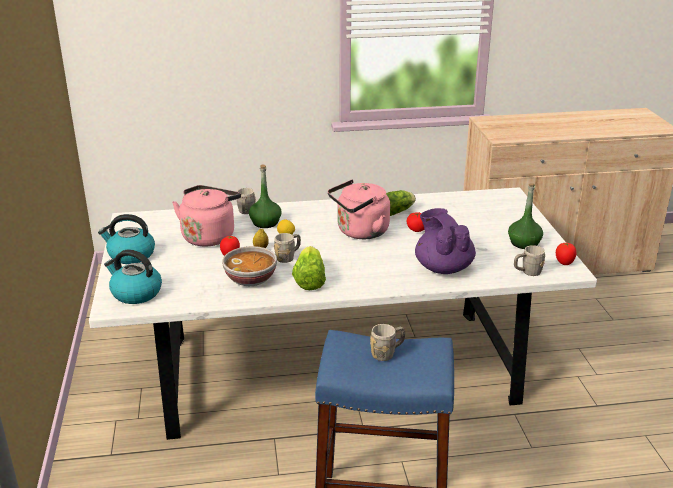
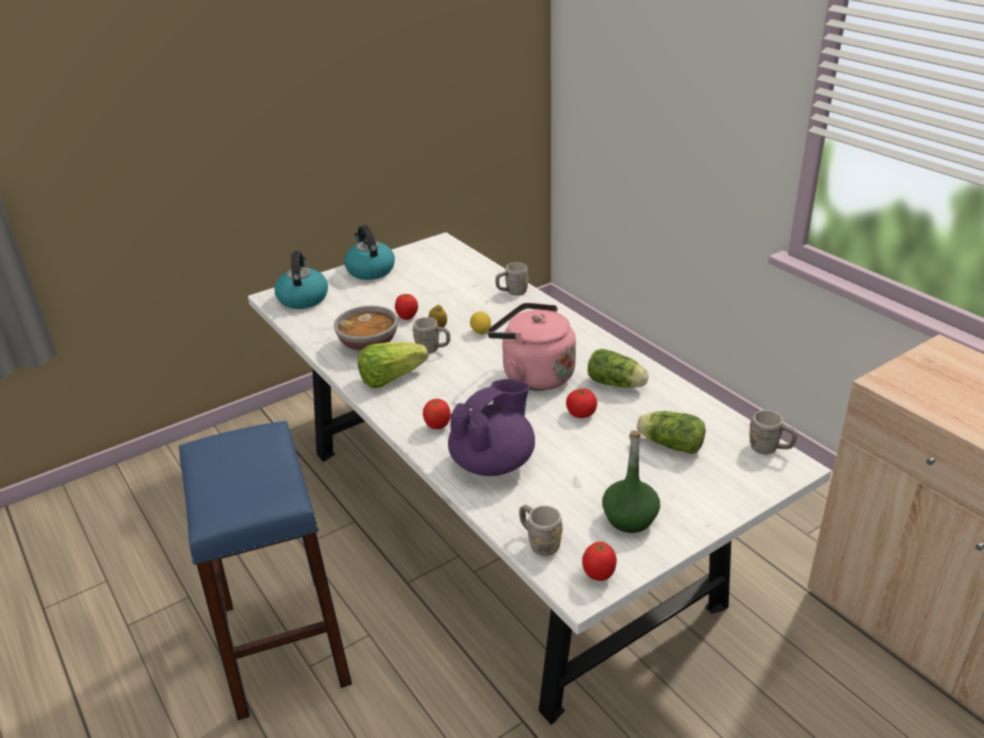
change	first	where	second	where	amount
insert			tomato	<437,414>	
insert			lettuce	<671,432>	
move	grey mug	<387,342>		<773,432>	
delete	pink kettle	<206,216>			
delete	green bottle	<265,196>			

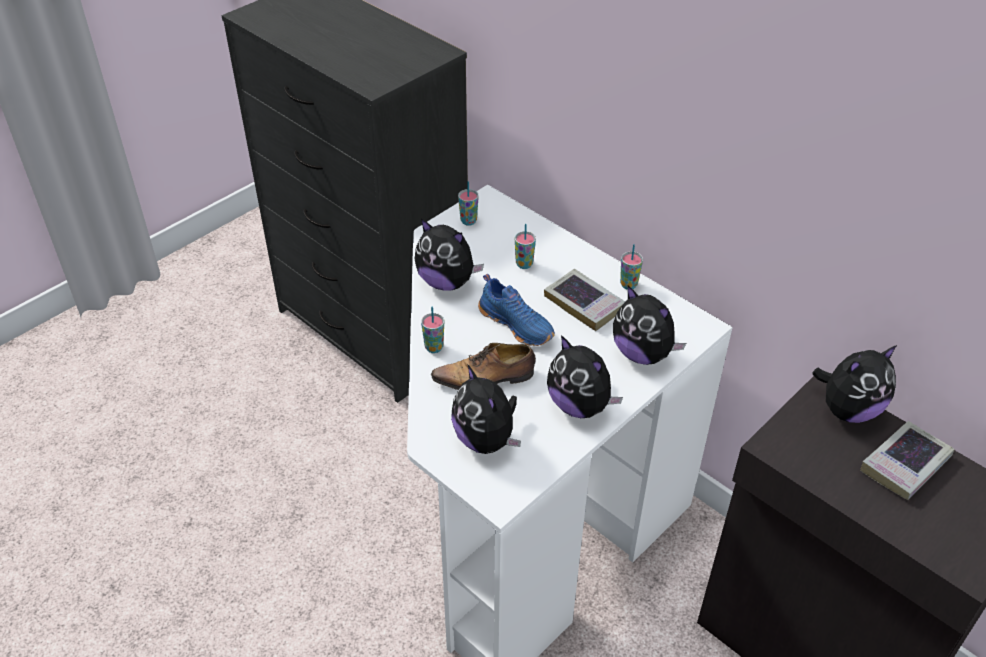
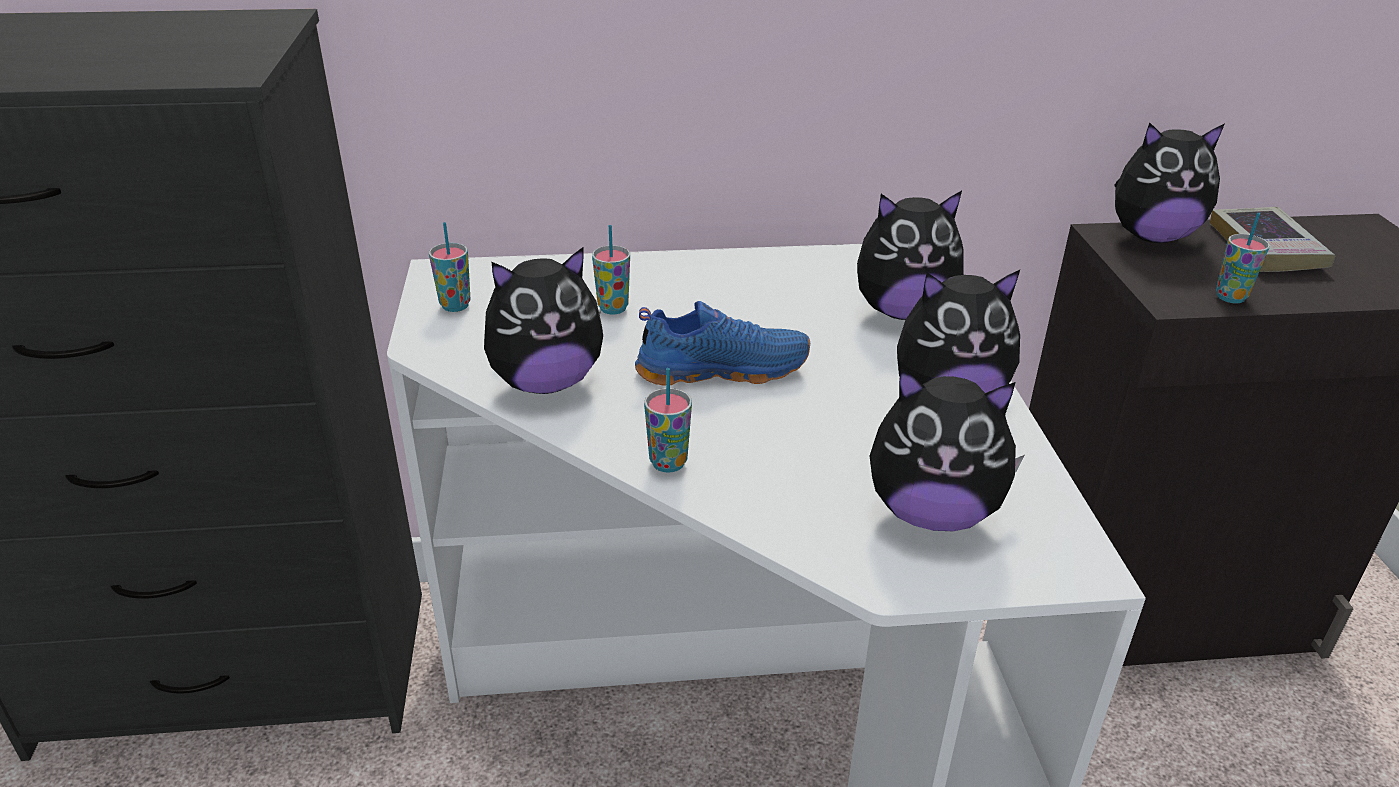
change	first	where	second	where	amount
rotate	plush toy	<854,384>		<1169,182>	75 degrees clockwise
move	cup	<631,267>		<1243,258>	
delete	shoe	<483,366>			
delete	book	<584,300>			

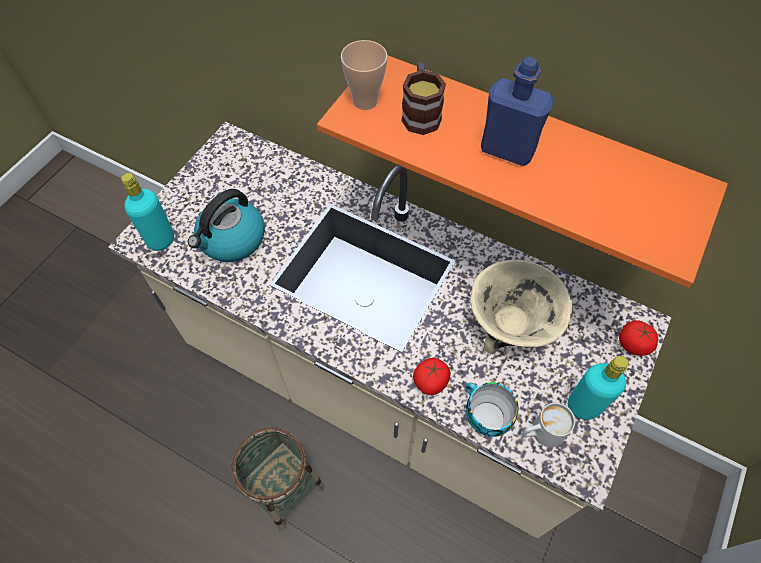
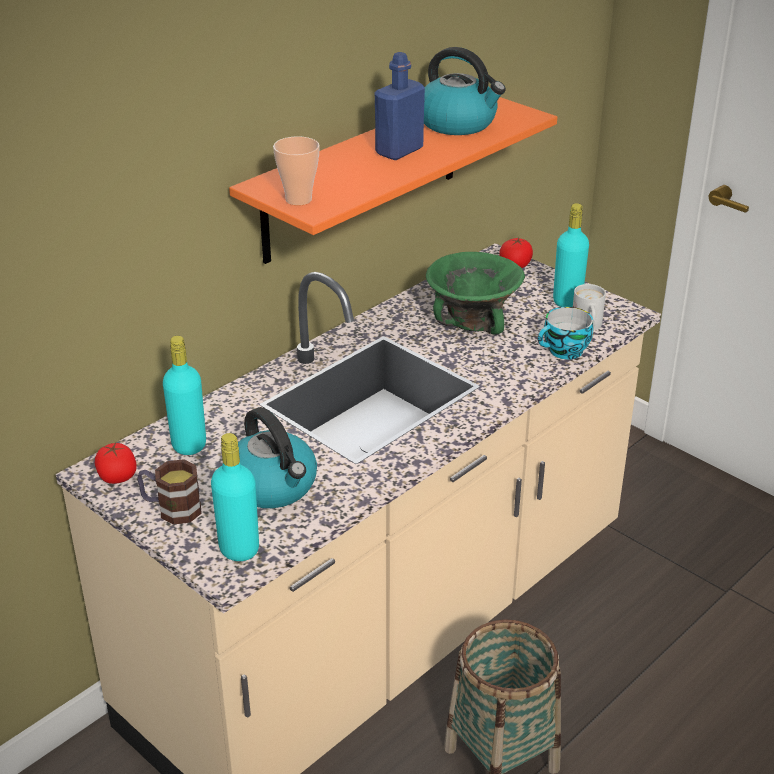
change	first	where	second	where	amount
move	tomato	<432,376>		<116,463>	
move	mug	<423,99>		<169,492>	
insert			turquoise bottle	<184,395>	
insert			kettle	<465,91>	
recolor	beige bowl	<521,307>	green bowl	<475,293>	

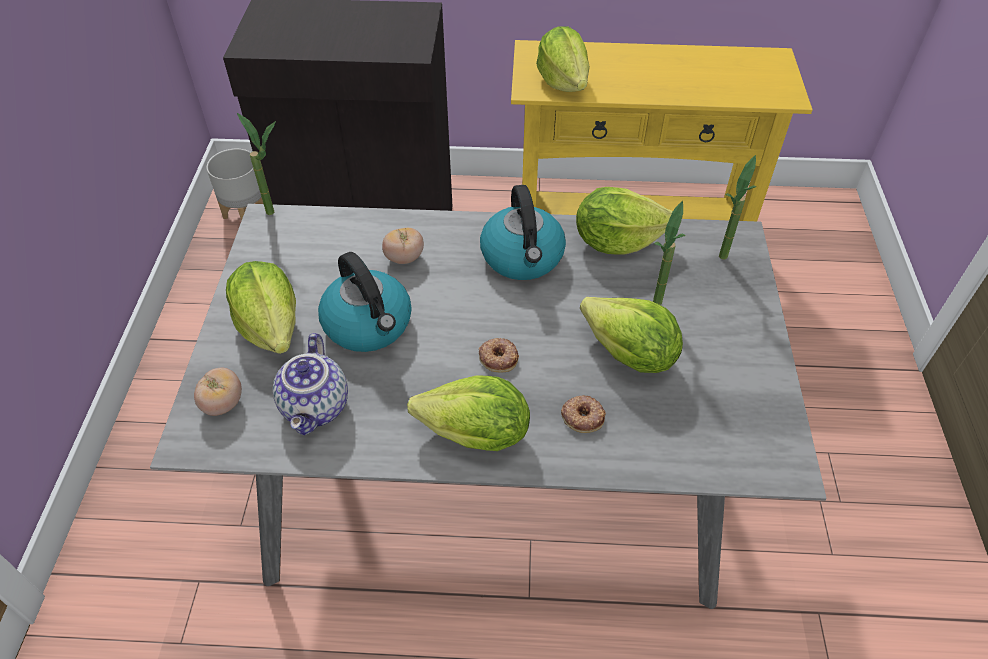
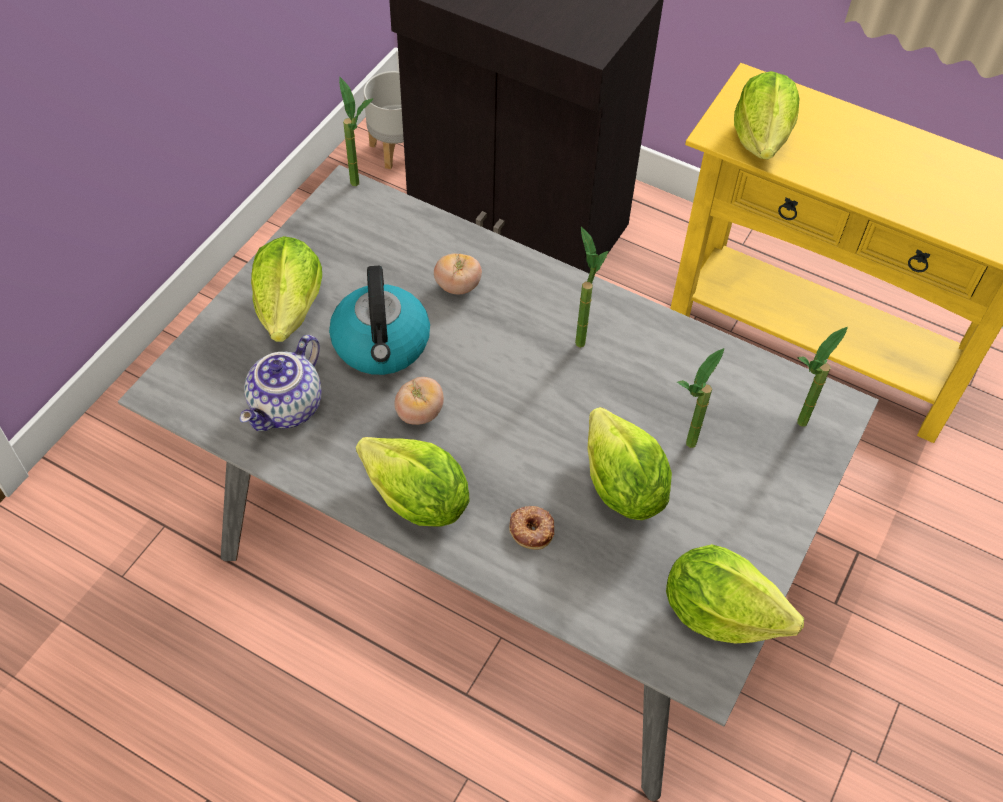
change	first	where	second	where	amount
move	tomato	<218,392>		<419,401>	
replace	kettle	<523,232>	potted plant	<591,287>	
move	lettuce	<624,221>		<735,594>	
delete	donut	<499,355>			

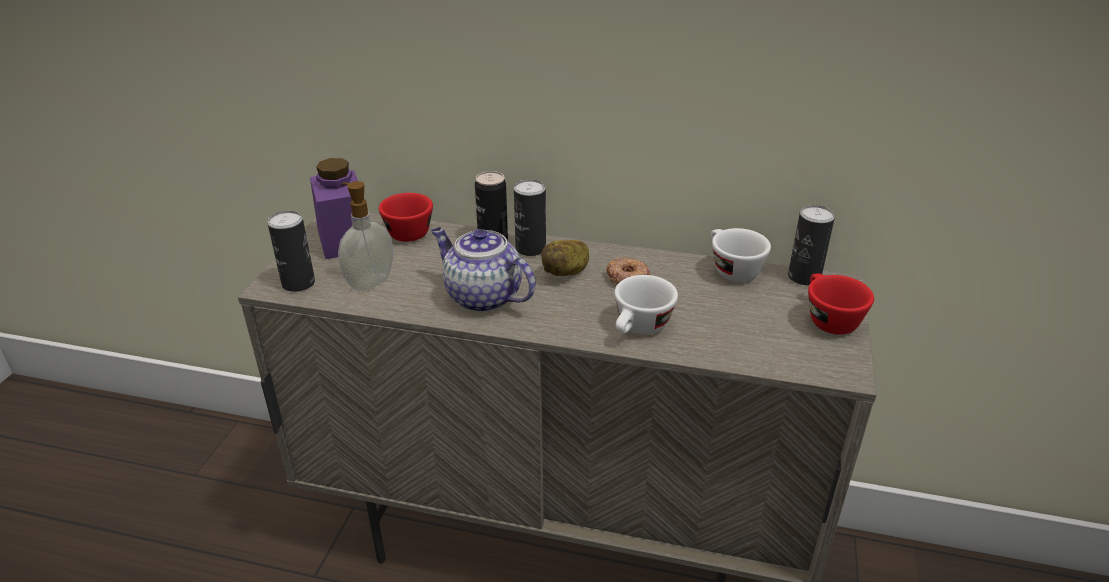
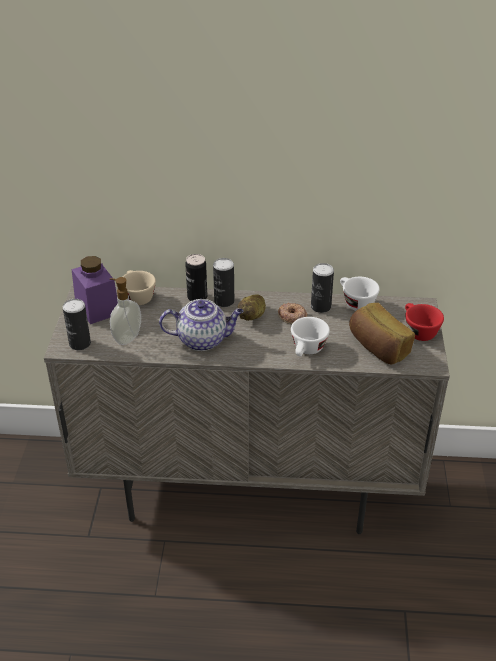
change	first	where	second	where	amount
recolor	red cup	<406,217>	beige cup	<139,287>	
rotate	teapot	<483,270>		<201,325>	150 degrees clockwise
move	can	<811,245>		<322,288>	
insert			bread	<382,333>	

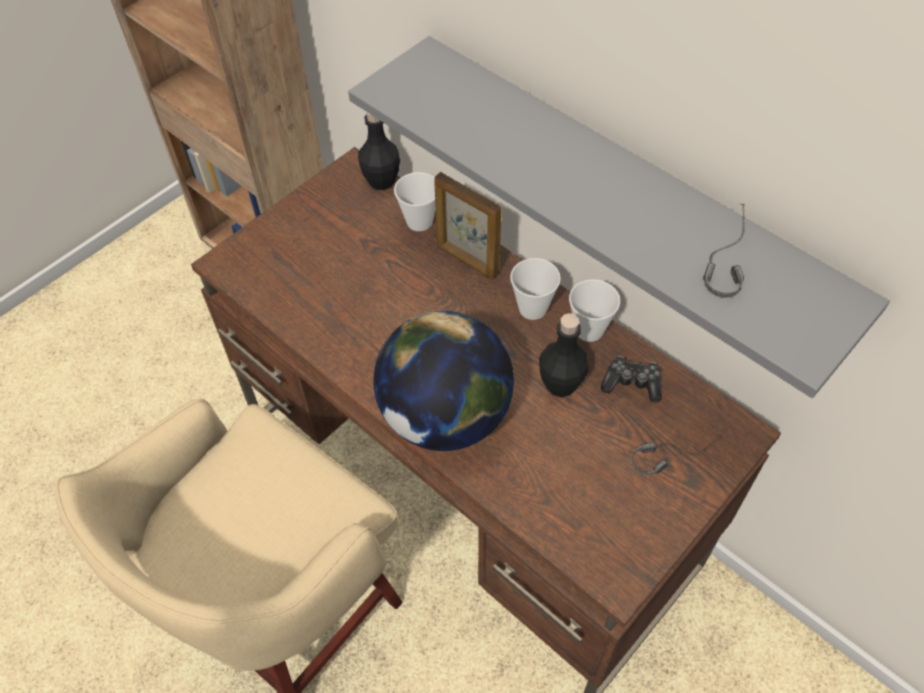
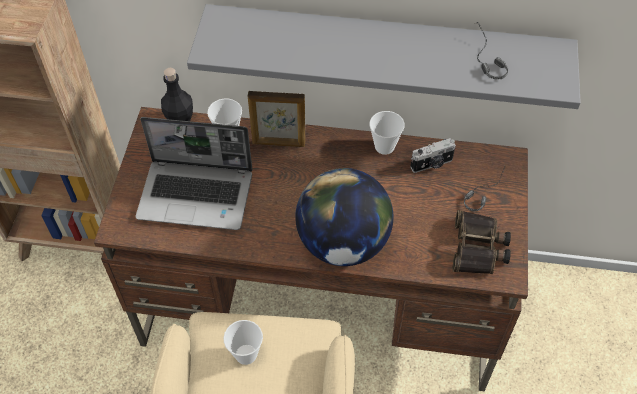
change	first	where	second	where	amount
insert			laptop	<194,173>	
move	cup	<535,289>		<243,342>	
replace	game controller	<631,379>	photo camera	<433,155>	
insert			binoculars	<482,242>	
delete	black bottle	<564,355>			

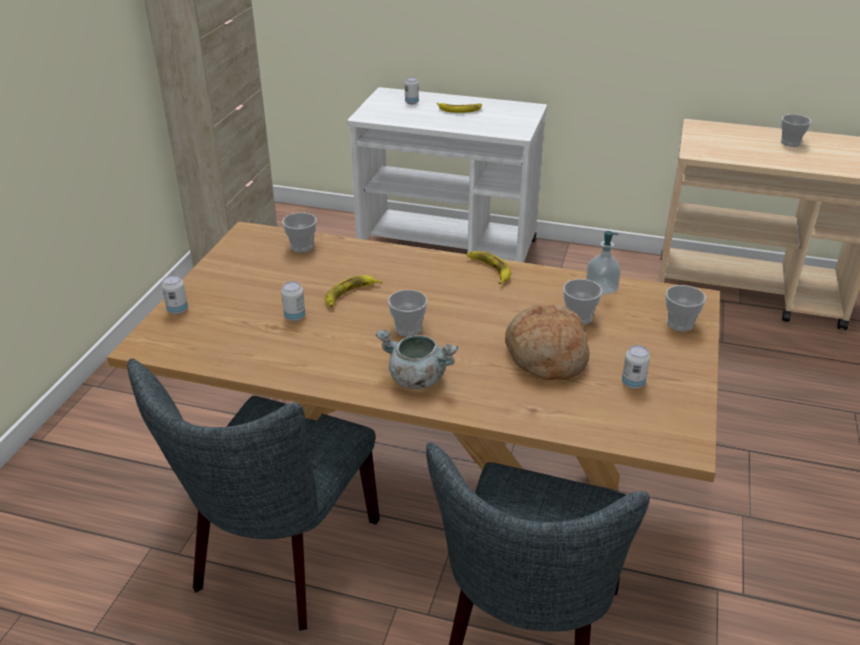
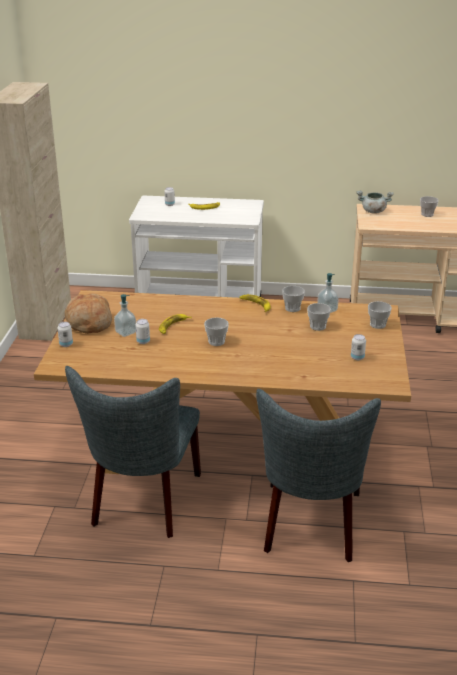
change	first	where	second	where	amount
move	bread	<547,342>		<88,313>	
insert			soap dispenser	<125,315>	
move	cup	<299,232>		<293,299>	
move	grey cooking pot	<417,359>		<374,202>	

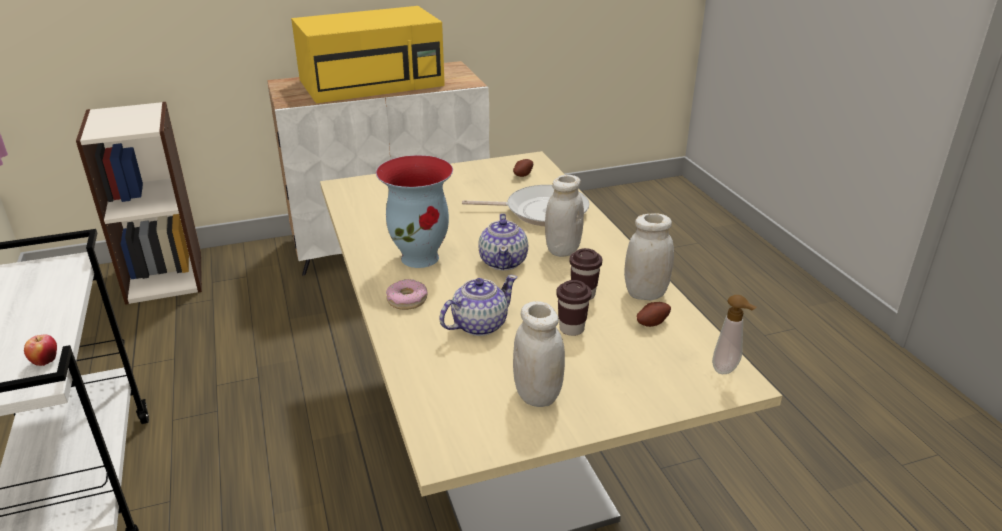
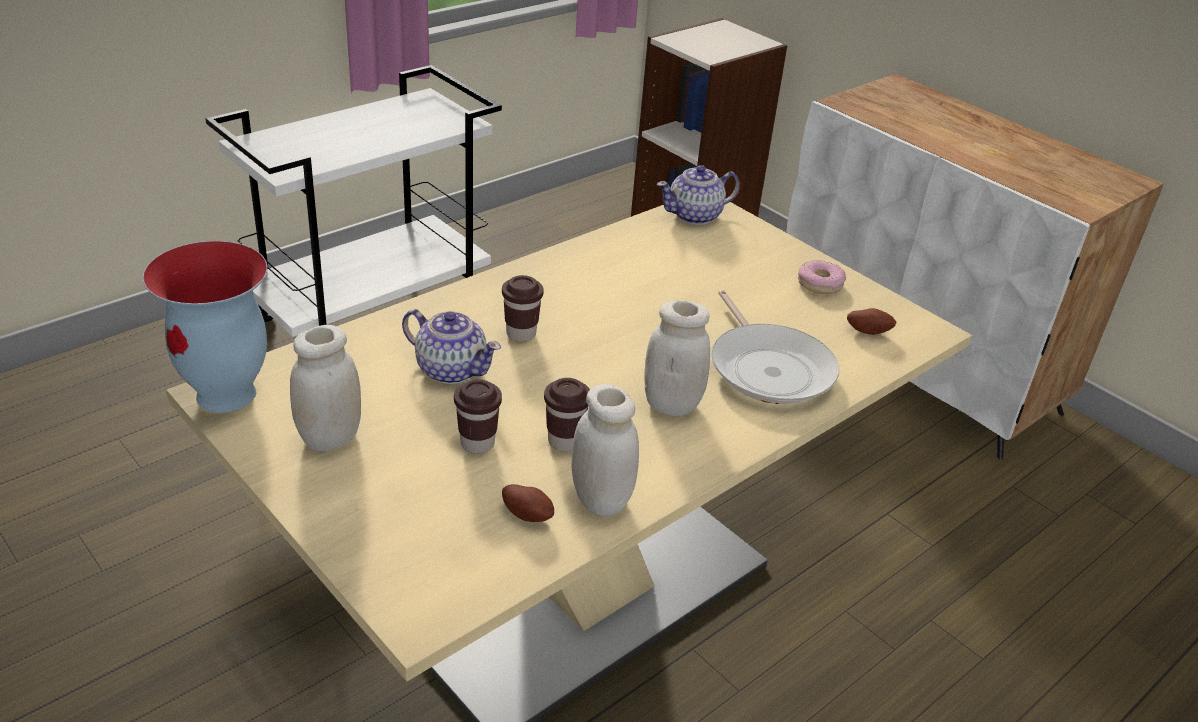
change	first	where	second	where	amount
move	vase	<414,211>		<205,327>	
insert			brown cup	<523,308>	
move	teapot	<503,241>		<698,195>	
move	donut	<407,294>		<822,277>	
delete	apple	<40,350>			
delete	yellow microwave	<368,54>			
delete	soap dispenser	<734,334>			

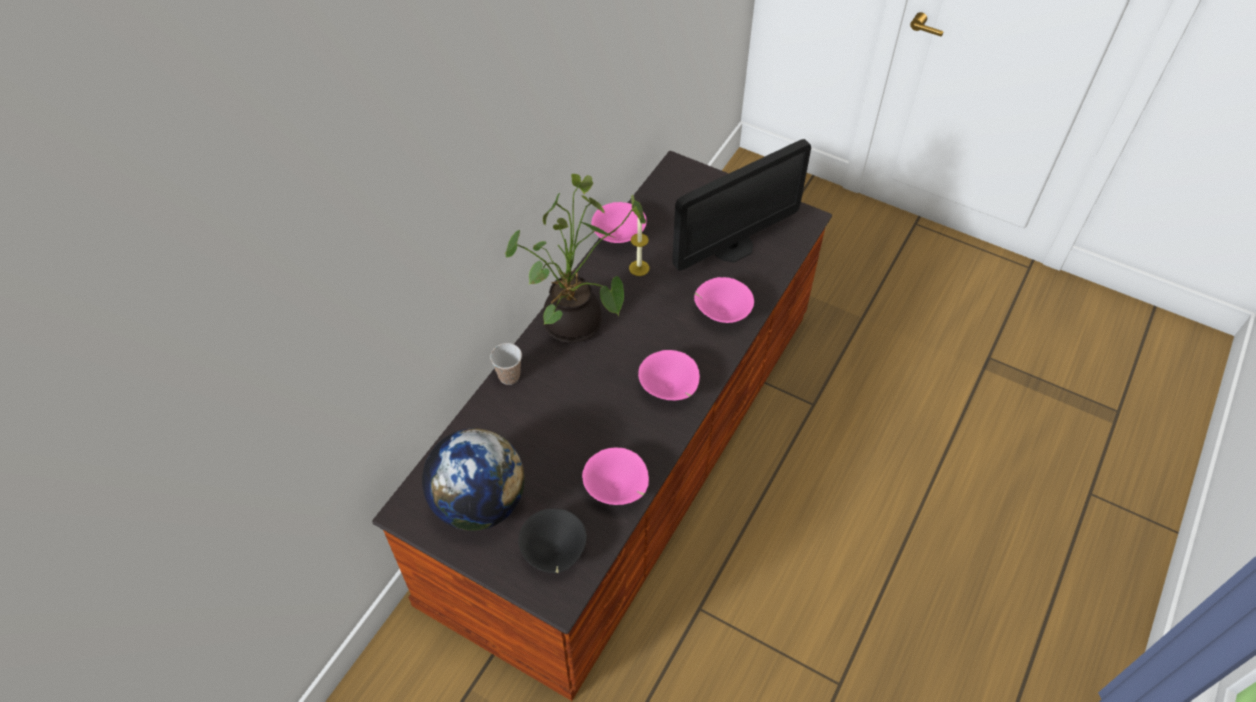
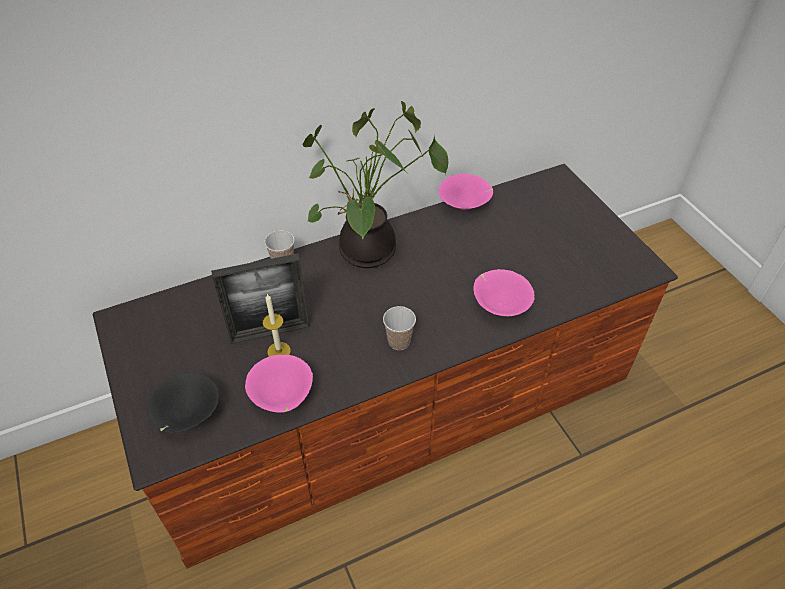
change	first	where	second	where	amount
insert			picture frame	<260,298>	
move	candle	<639,247>		<277,325>	
replace	pink bowl	<669,375>	cup	<399,328>	
delete	globe	<473,479>			
delete	monitor	<742,205>			

